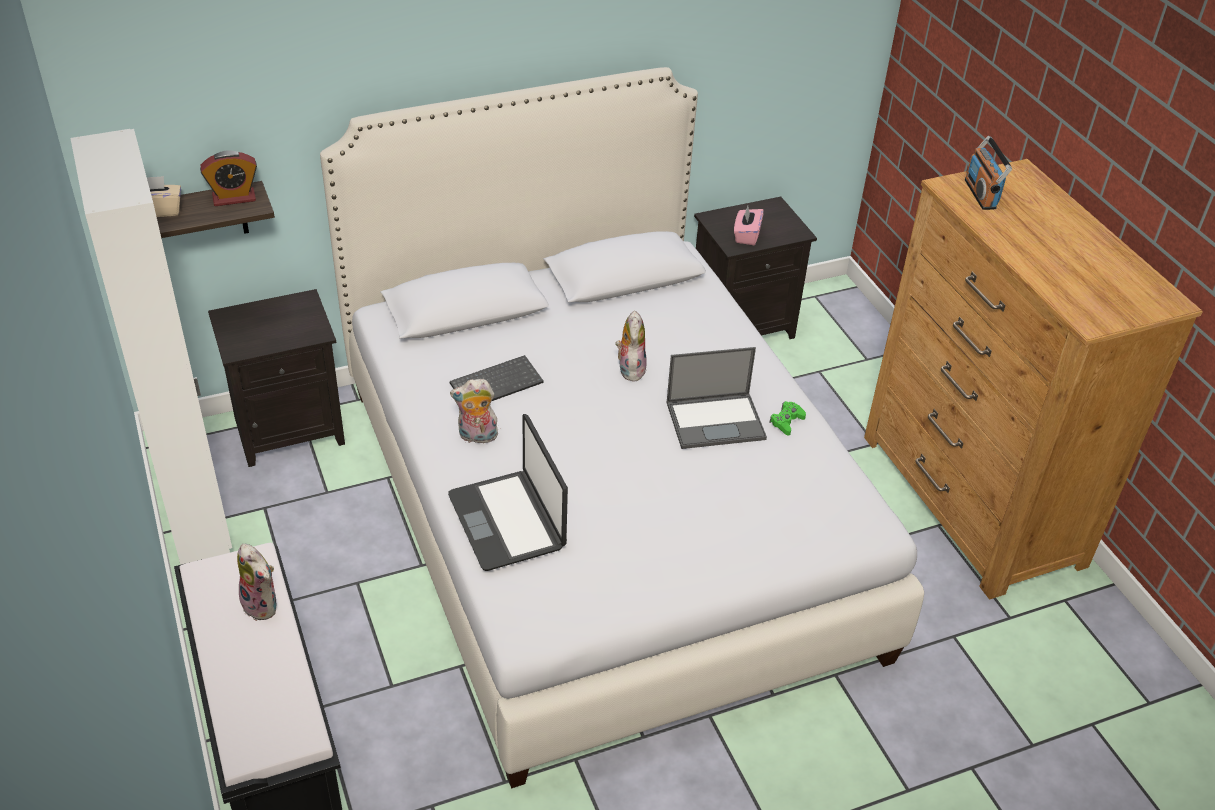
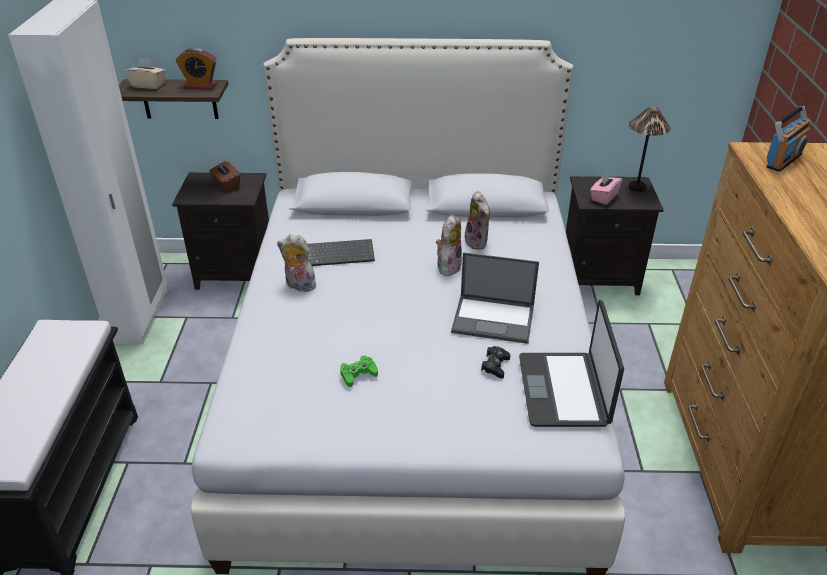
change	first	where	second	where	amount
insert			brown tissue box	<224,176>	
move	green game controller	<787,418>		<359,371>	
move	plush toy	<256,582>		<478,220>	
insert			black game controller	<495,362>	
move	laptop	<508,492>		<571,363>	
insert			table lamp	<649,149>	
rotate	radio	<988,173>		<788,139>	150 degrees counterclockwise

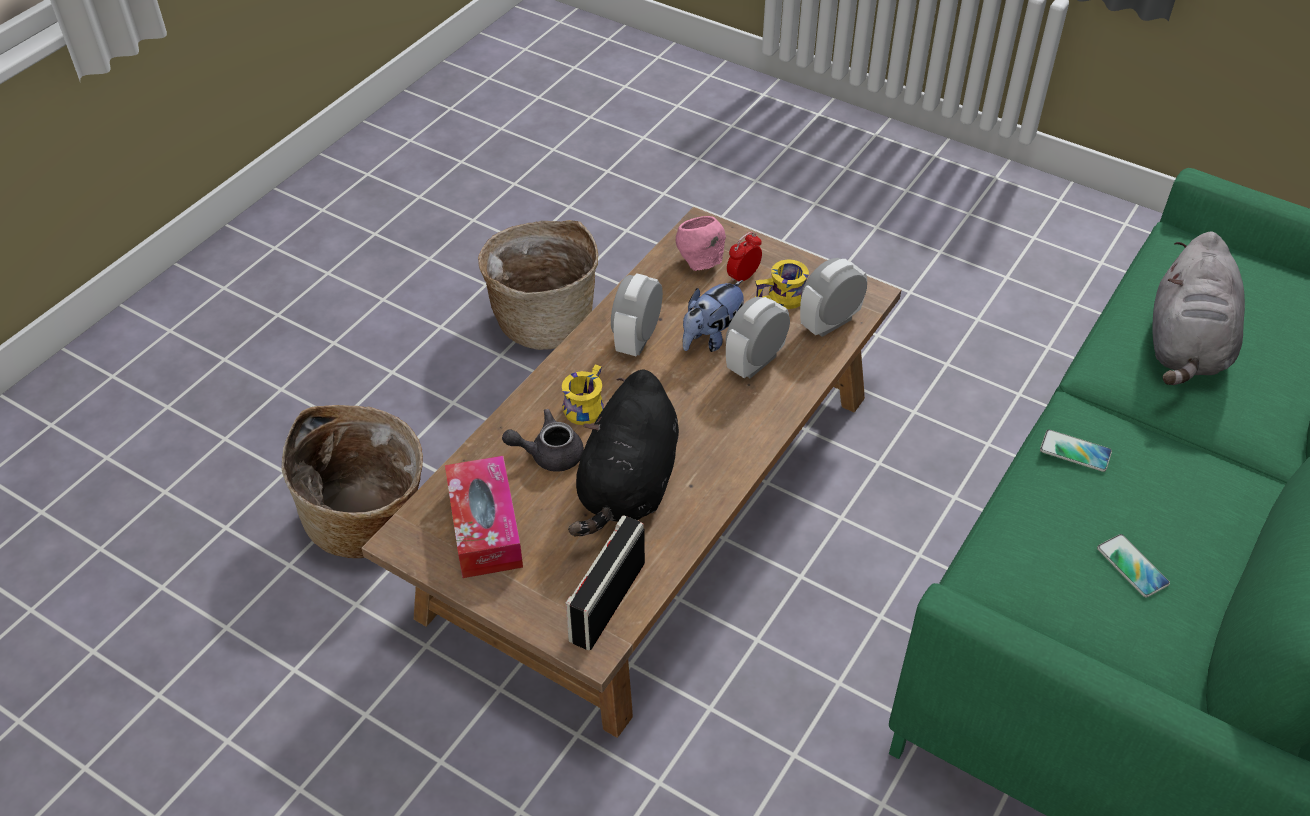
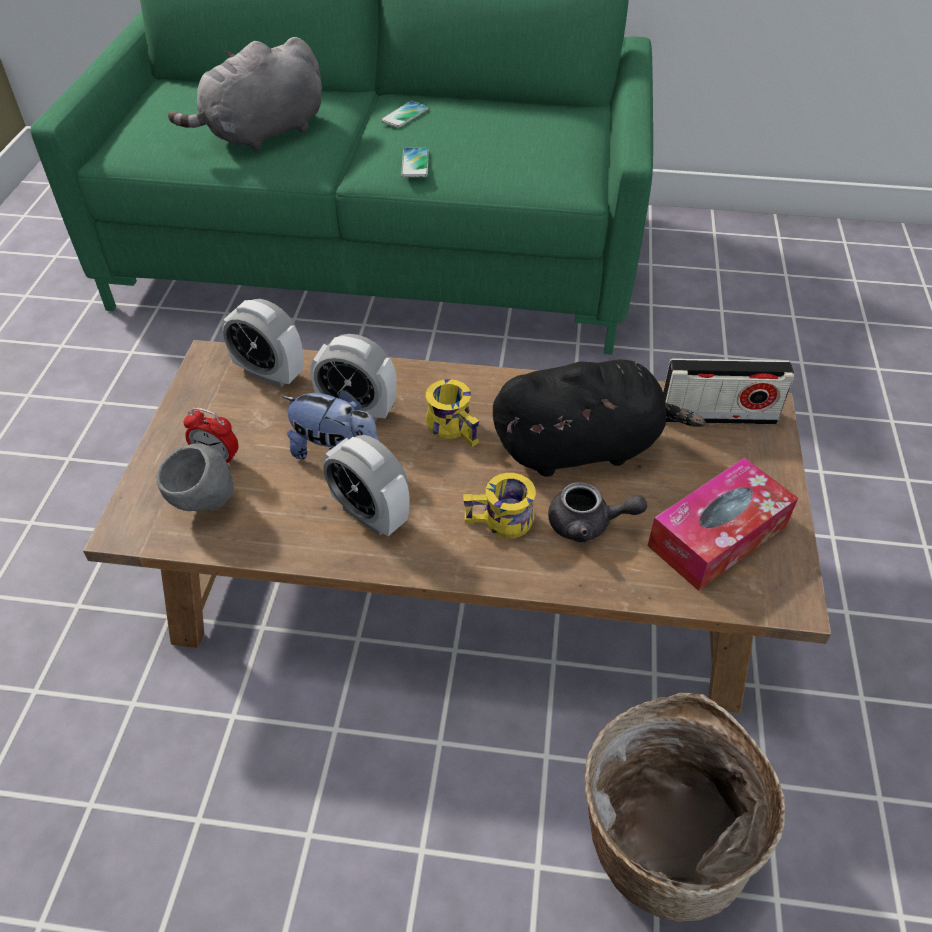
change	first	where	second	where	amount
recolor	pink bowl	<701,243>	grey bowl	<195,477>	
rotate	grey plush toy	<1198,308>		<245,94>	150 degrees clockwise
rotate	alarm clock	<637,315>		<366,485>	45 degrees clockwise
move	phone	<1133,565>		<405,114>	
move	yellow mug	<782,284>		<452,413>	
rotate	grey teapot	<543,440>		<597,512>	45 degrees counterclockwise
delete	basket	<538,285>			

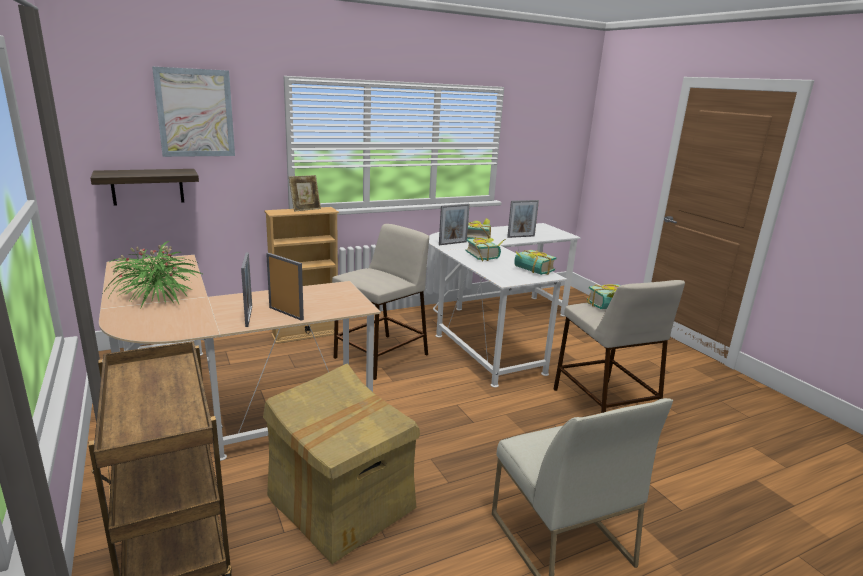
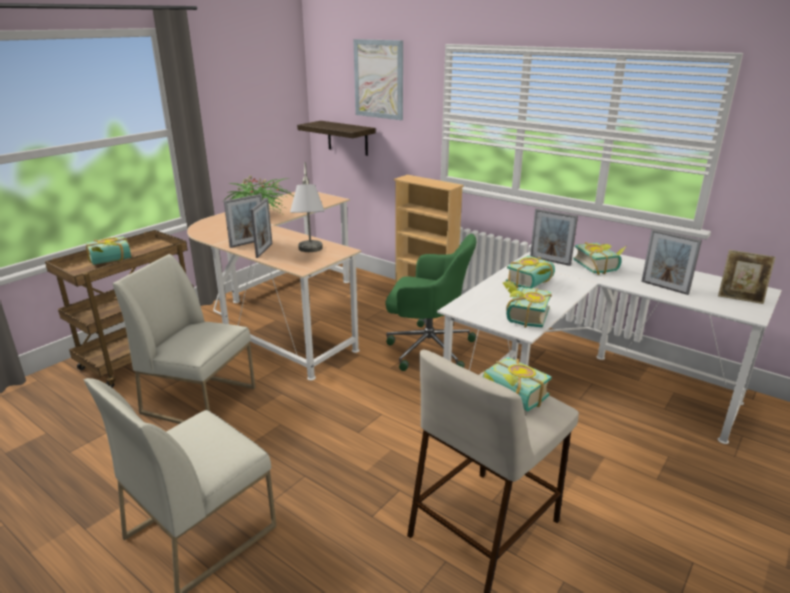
change	first	where	second	where	amount
insert			book	<108,250>	
replace	cardboard box	<341,463>	white chair	<183,339>	
insert			grey table lamp	<307,207>	
replace	beige stool	<380,302>	green office chair	<430,302>	
move	picture frame	<305,193>		<747,277>	

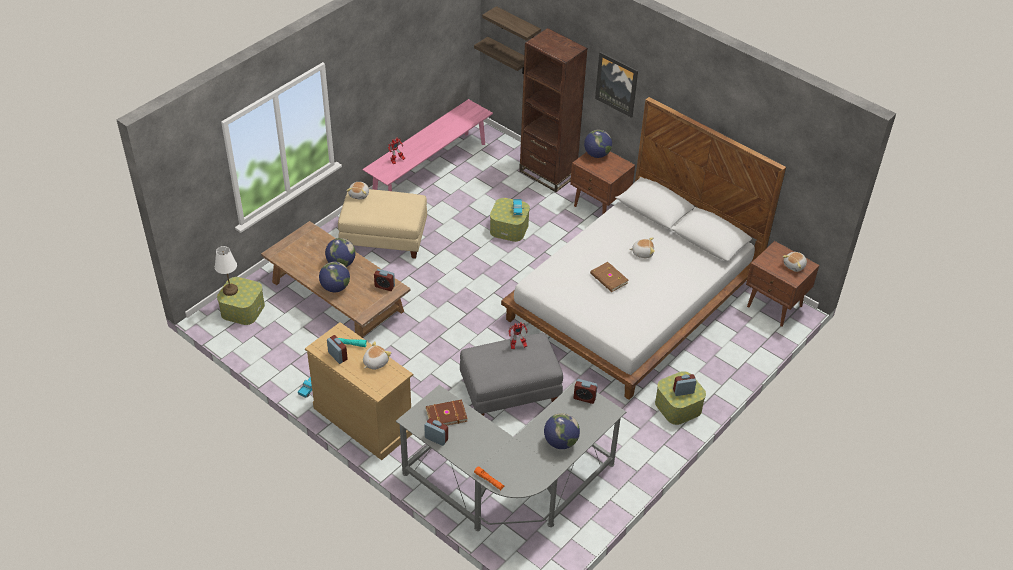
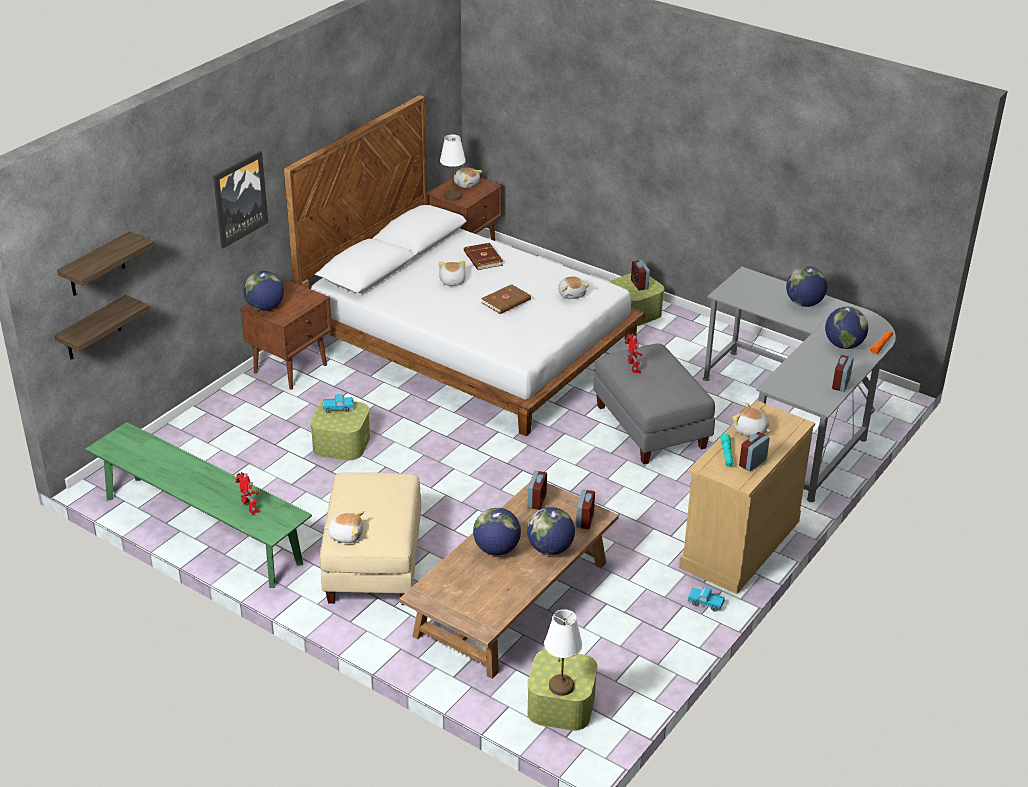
change	first	where	second	where	amount
recolor	pink bench	<427,145>	green bench	<198,505>	
insert			white table lamp	<453,168>	
move	brown book	<447,412>		<483,256>	
insert			plush toy	<573,287>	
move	alarm clock	<586,391>		<585,509>	
insert			globe	<846,328>	
delete	brown bookcase	<553,110>			

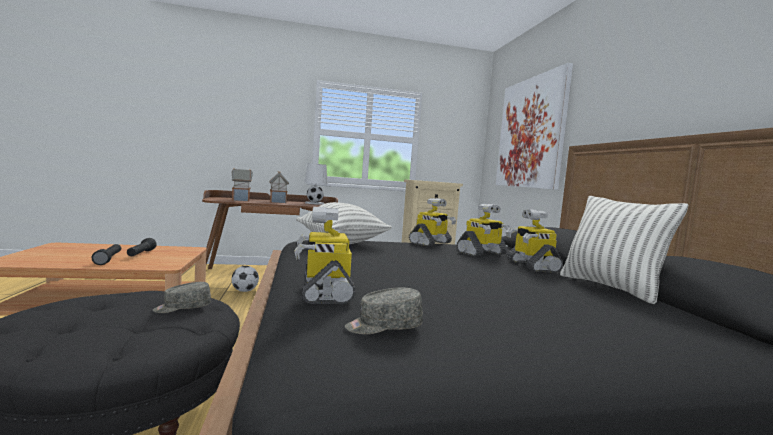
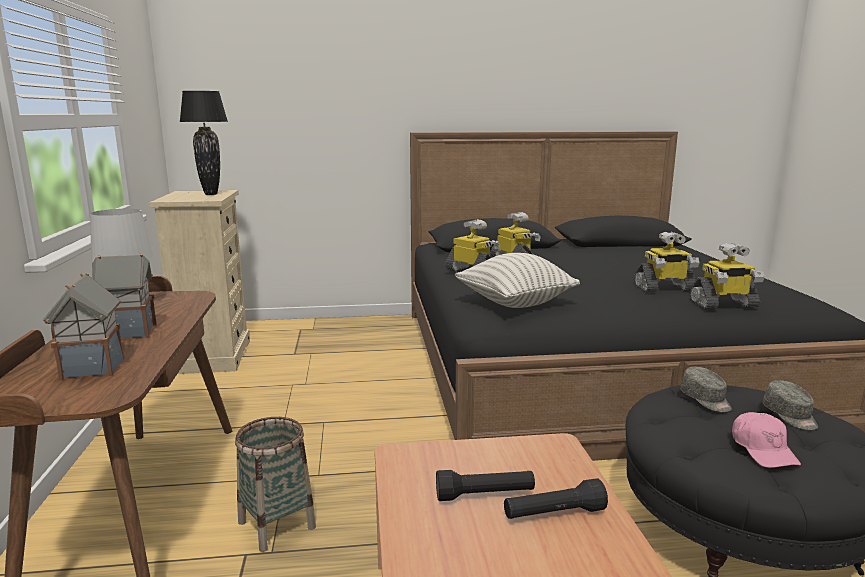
change	first	where	second	where	amount
insert			black table lamp	<203,143>	
replace	football	<245,279>	basket	<275,484>	
move	toy robot	<534,241>		<667,262>	
insert			pink cap	<766,440>	
move	grey cap	<384,311>		<790,405>	
delete	picture	<534,126>			
delete	pillow	<624,250>			

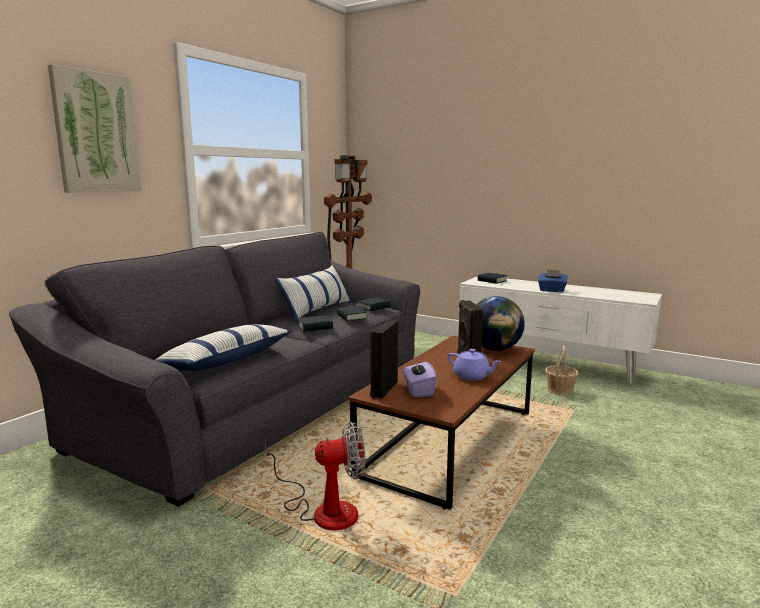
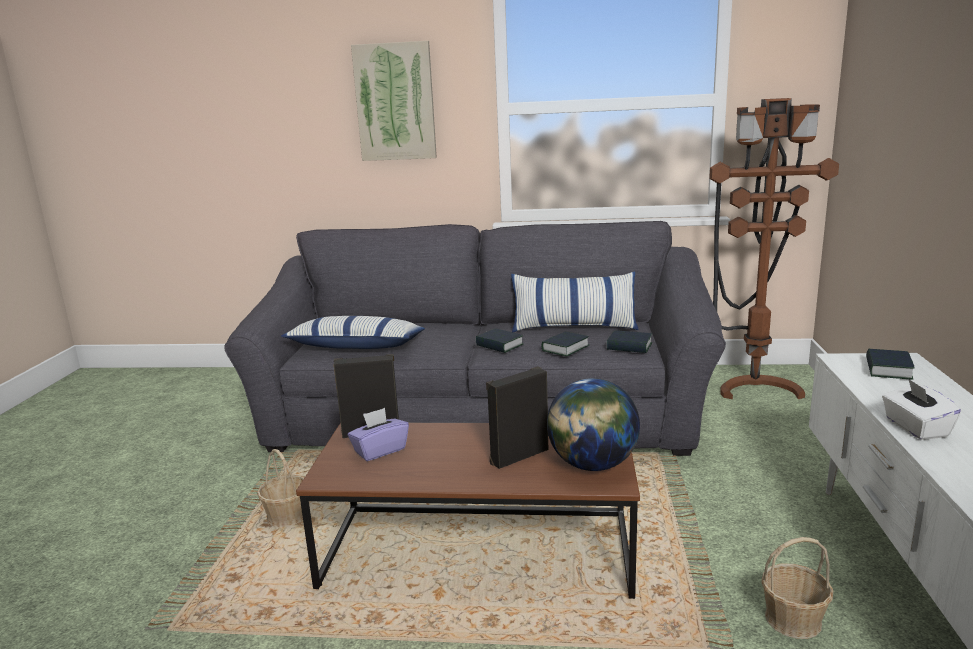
change	first	where	second	where	amount
replace	fan	<315,476>	basket	<280,488>	
recolor	blue tissue box	<553,280>	white tissue box	<921,409>	
delete	purple teapot	<474,365>			

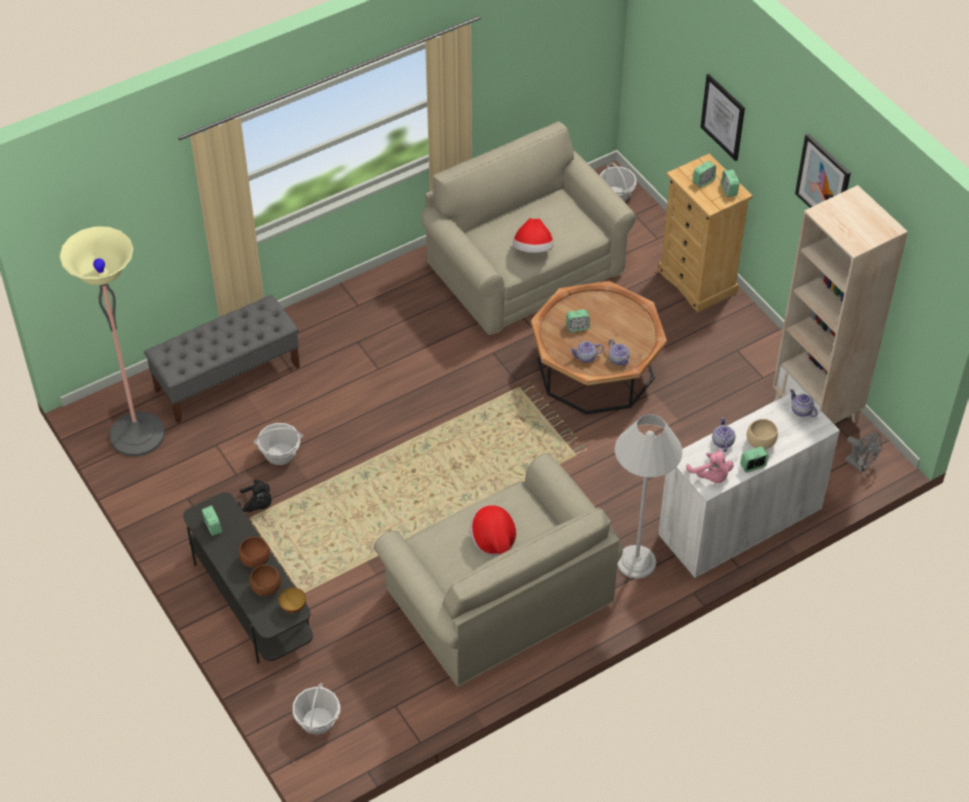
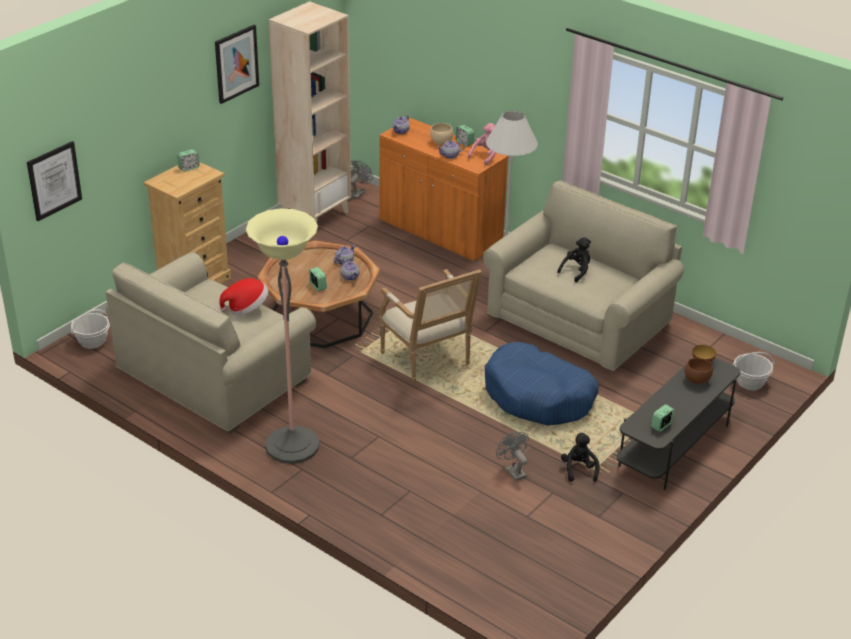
change	first	where	second	where	amount
move	picture	<723,117>		<54,181>	
move	floor lamp	<112,341>		<283,336>	
recolor	white cabinet	<749,483>	orange cabinet	<443,190>	
insert			armchair	<430,325>	
insert			blue dog bed	<542,383>	
replace	basket	<278,444>	grey fan	<512,456>	
replace	hat	<493,530>	black plush toy	<574,259>	
delete	grey bench	<222,359>			
delete	brown bowl	<254,552>			
delete	alarm clock	<704,174>			

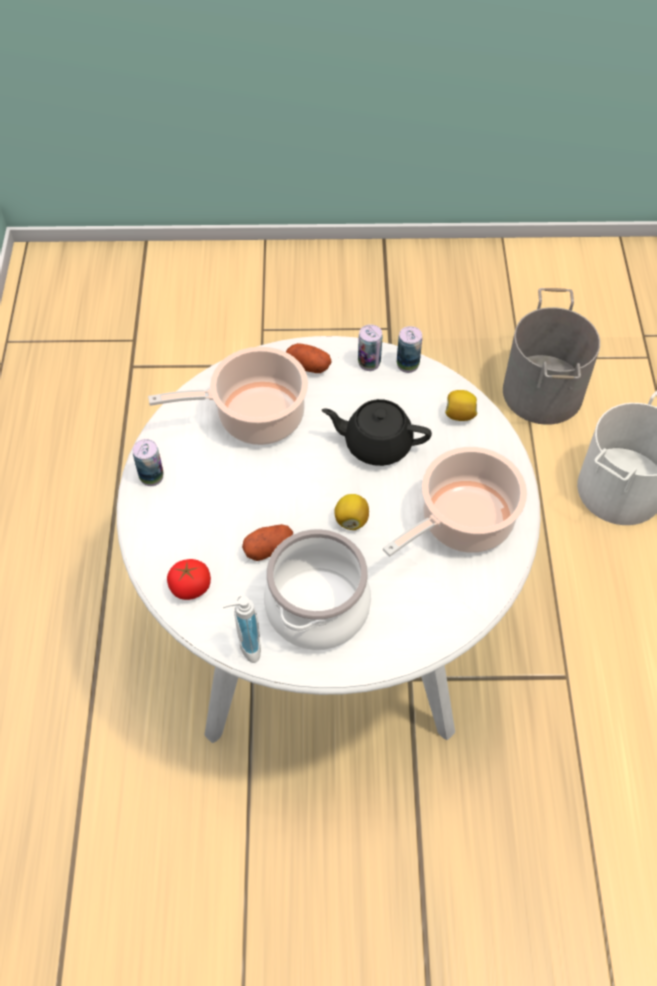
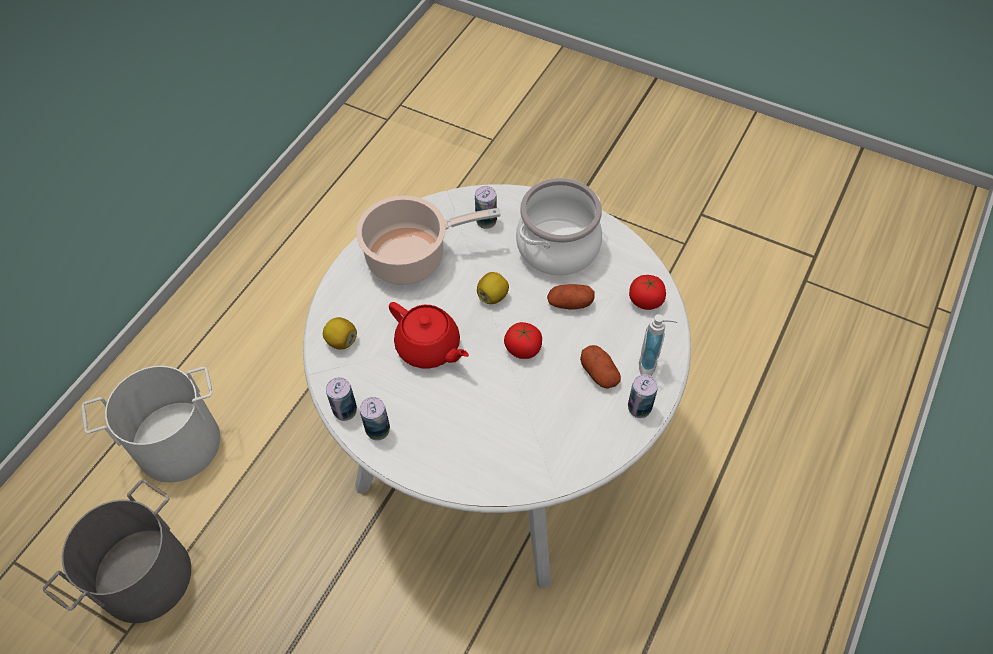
change	first	where	second	where	amount
recolor	black teapot	<377,432>	red teapot	<429,335>	
insert			can	<486,207>	
insert			tomato	<523,340>	
move	potato	<308,358>		<600,367>	
move	soap dispenser	<242,629>		<658,345>	
delete	cooking pot	<228,396>			

